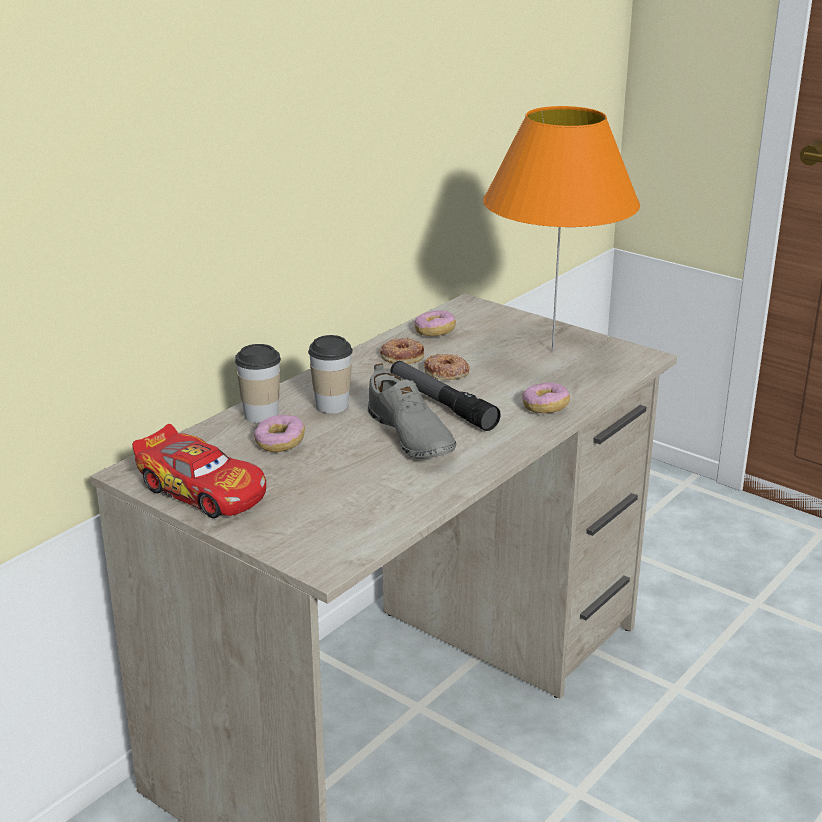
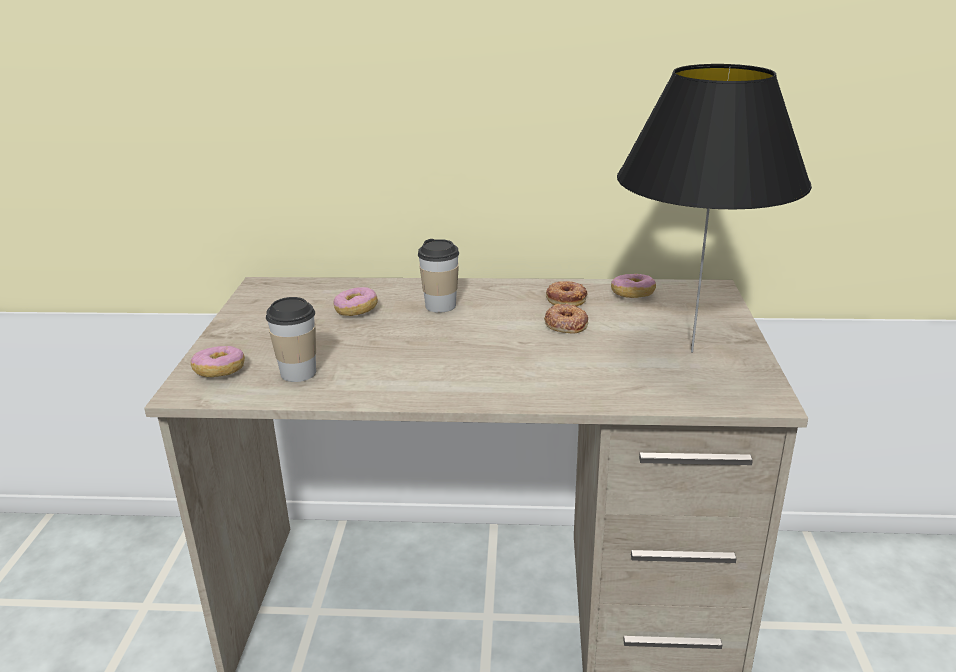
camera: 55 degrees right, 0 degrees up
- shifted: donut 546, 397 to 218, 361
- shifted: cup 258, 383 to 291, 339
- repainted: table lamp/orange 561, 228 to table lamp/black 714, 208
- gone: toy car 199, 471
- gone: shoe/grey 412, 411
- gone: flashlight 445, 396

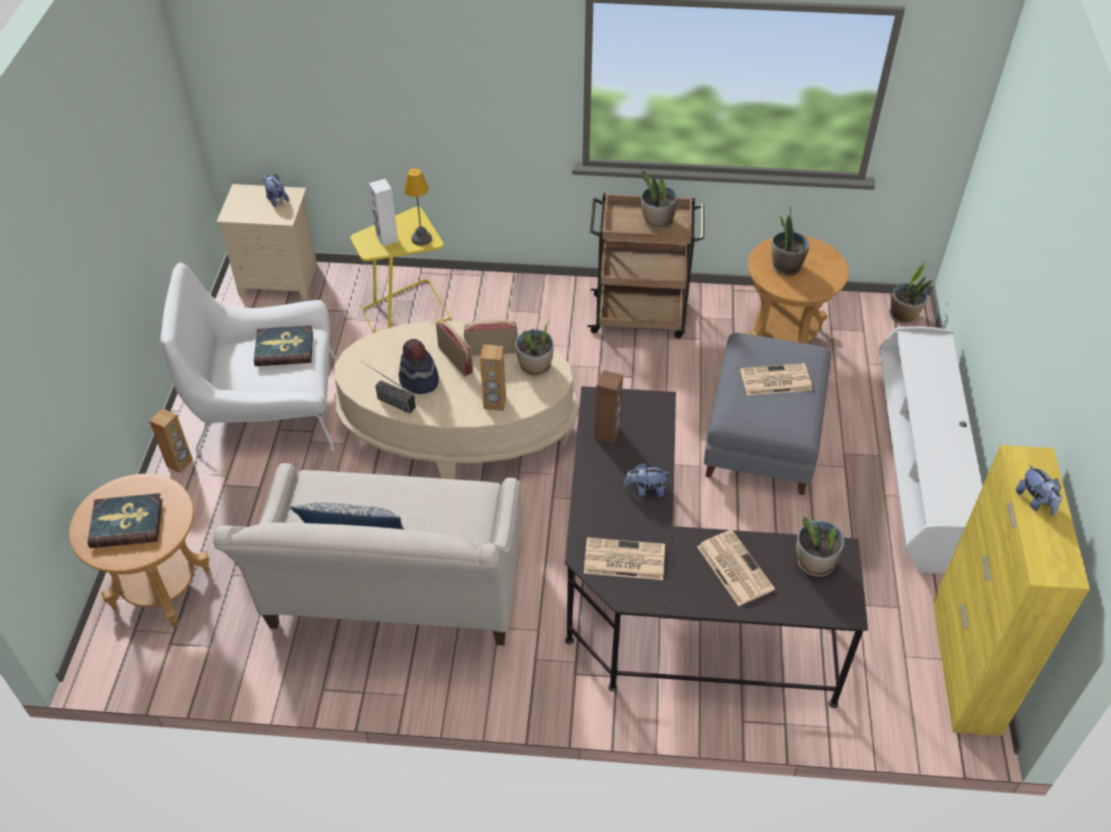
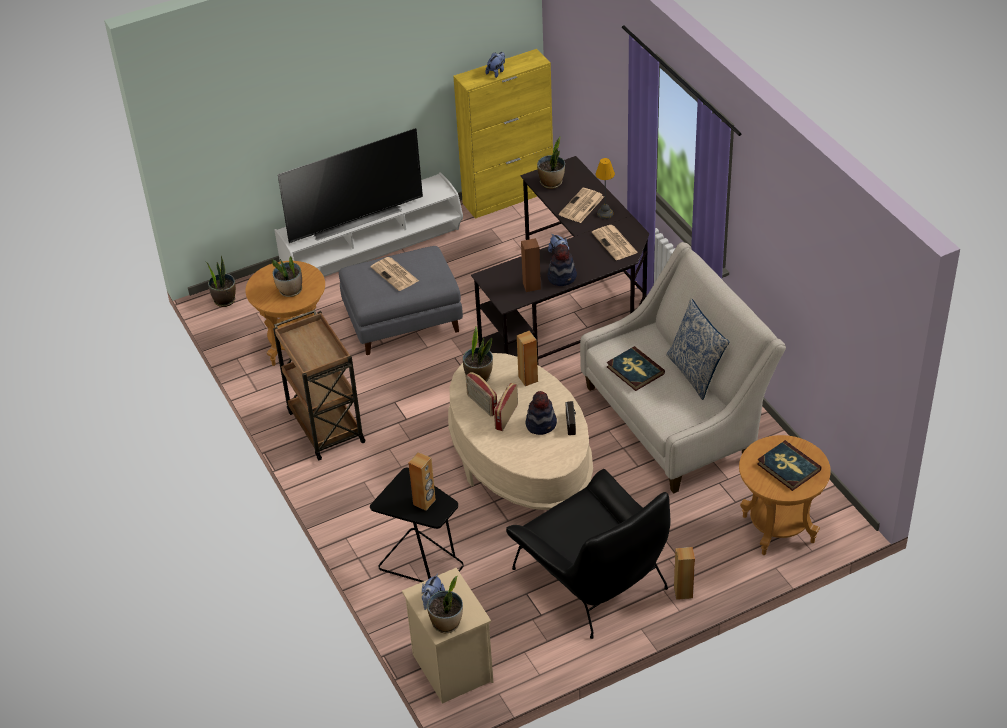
camera: 120 degrees left, 5 degrees down
- new: television 350, 185
- repainted: side table/yellow 400, 269 to side table/black 417, 525
- repainted: speaker/white 383, 212 to speaker/brown 422, 481
- shifted: potted plant 659, 200 to 445, 604
- repainted: armchair/white 248, 359 to armchair/black 588, 554
- new: hat 562, 265
- shifted: table lamp 418, 207 to 605, 188
- shifted: book 283, 345 to 635, 368

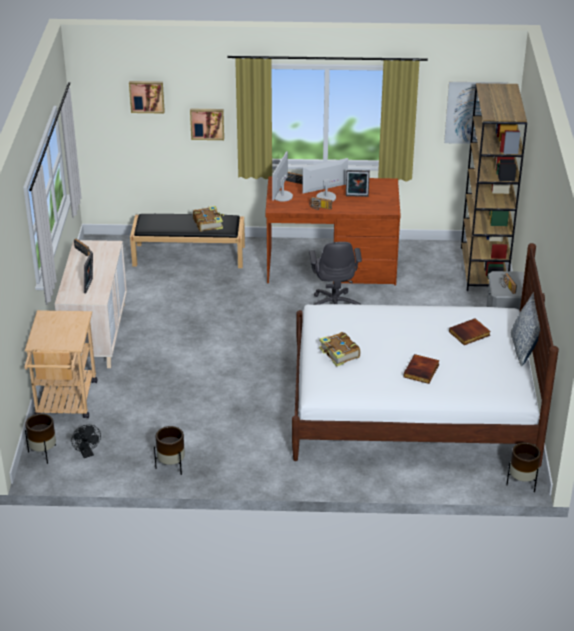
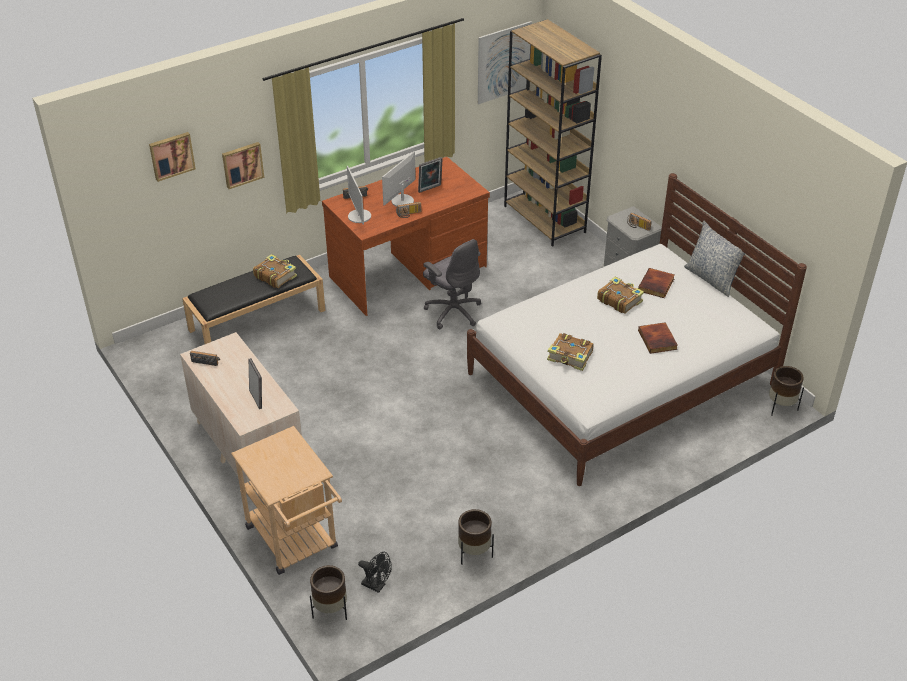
camera: 35 degrees left, 5 degrees up
- new: book 620, 295

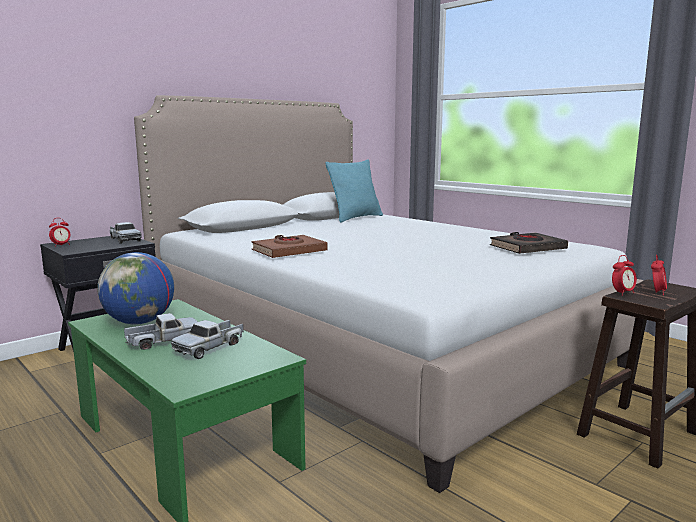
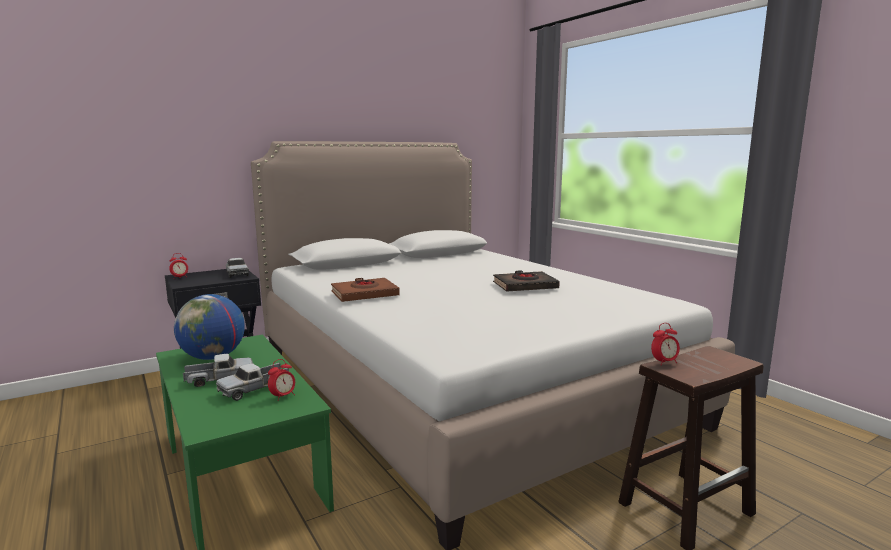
camera: 10 degrees right, 0 degrees up
- shifted: alarm clock 659, 275 to 281, 380
- shifted: book/black 529, 243 to 526, 281
- gone: pillow/turquoise 354, 191

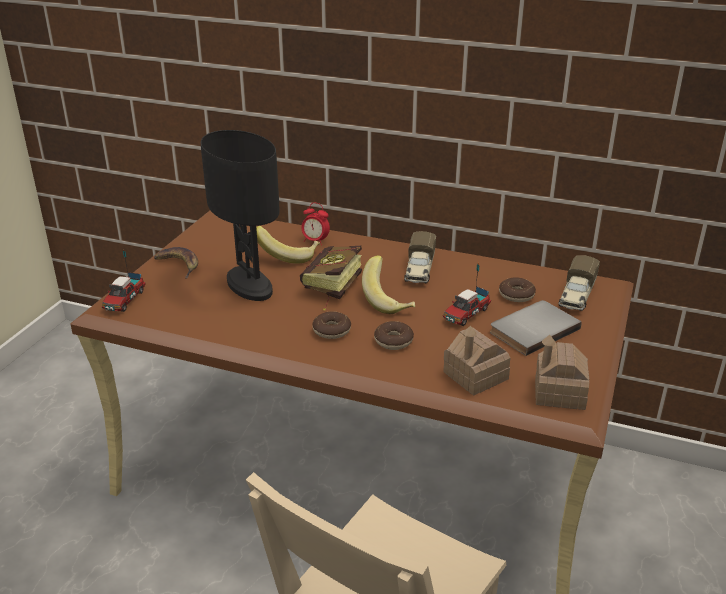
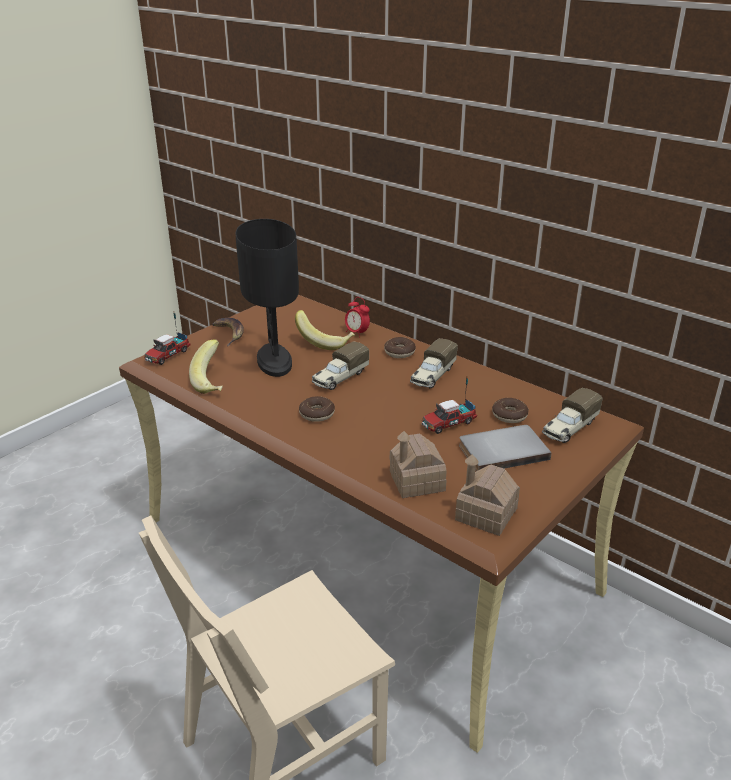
camera: 20 degrees right, 0 degrees up
- shifted: banana 388, 284 to 206, 366
- swapped: book 331, 278 to toy truck 340, 365
- shifted: donut 394, 335 to 400, 347

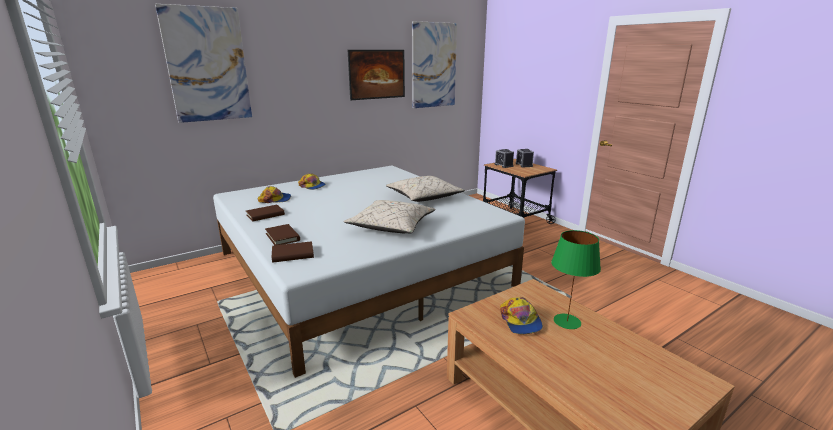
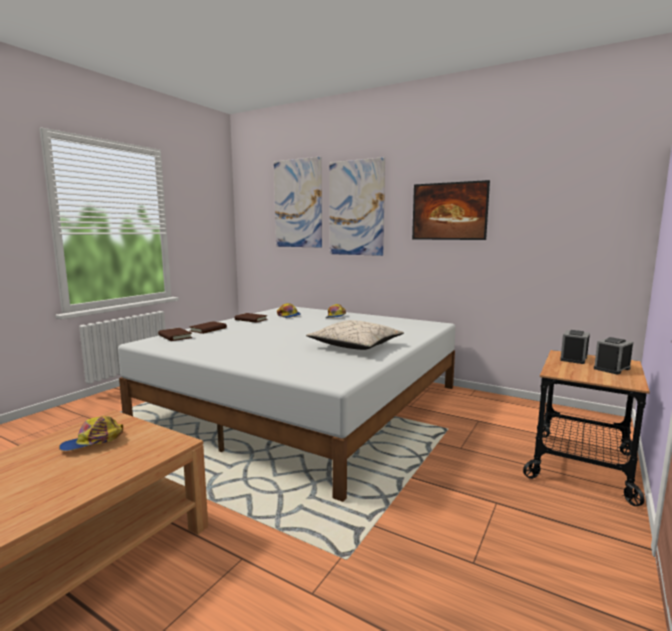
camera: 65 degrees right, 10 degrees down
- shifted: picture 434, 64 to 357, 206
- gone: pillow/beige 390, 216
- gone: table lamp/green 576, 279

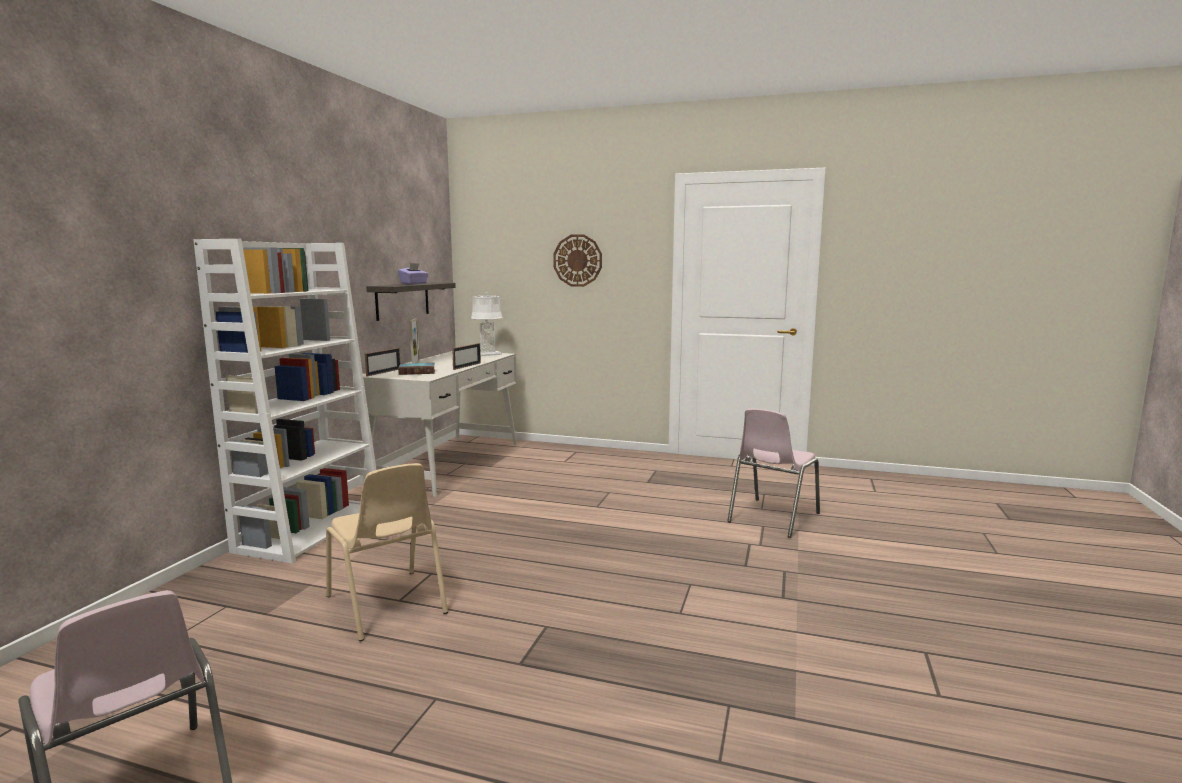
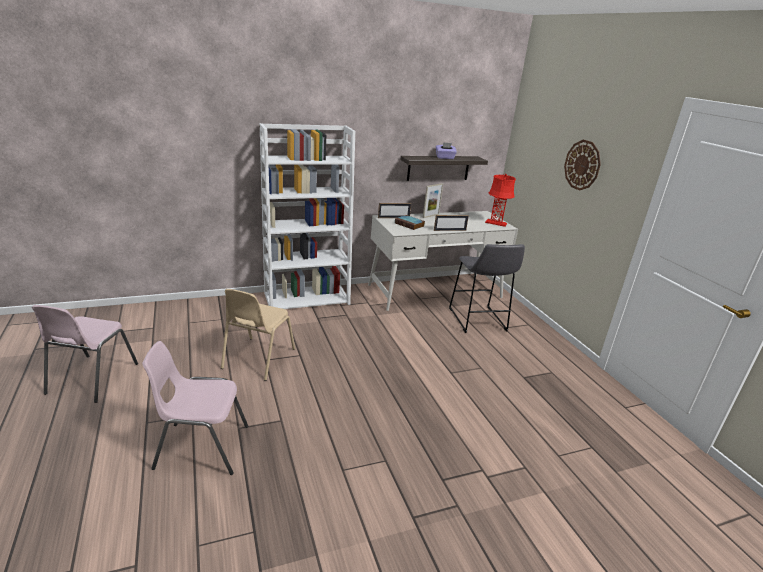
camera: 50 degrees right, 15 degrees up
- shifted: chair/pink 773, 473 to 195, 408
- new: stool/grey 487, 288
- repainted: table lamp/white 487, 324 to table lamp/red 500, 200

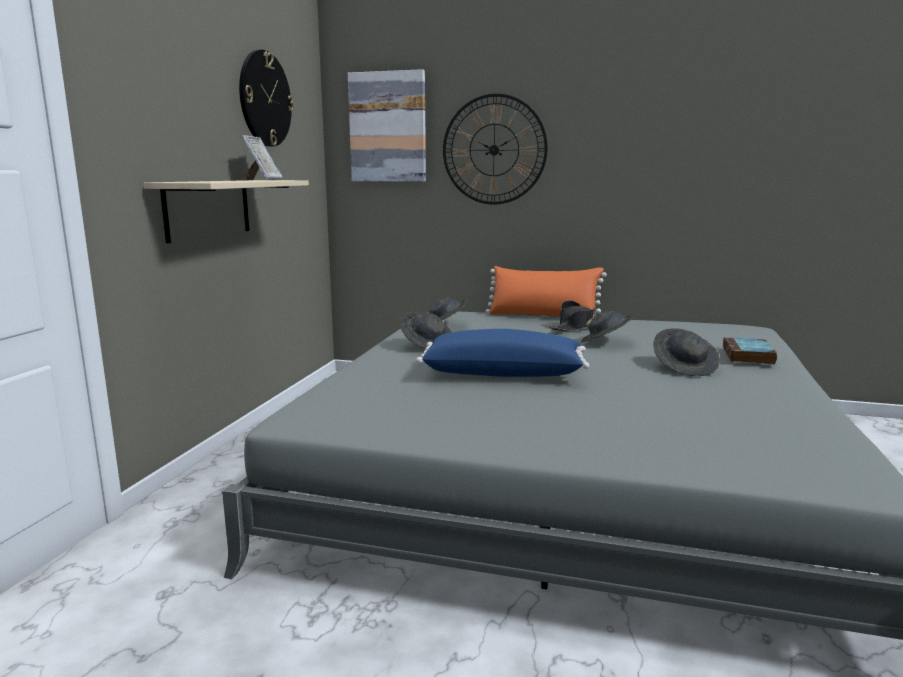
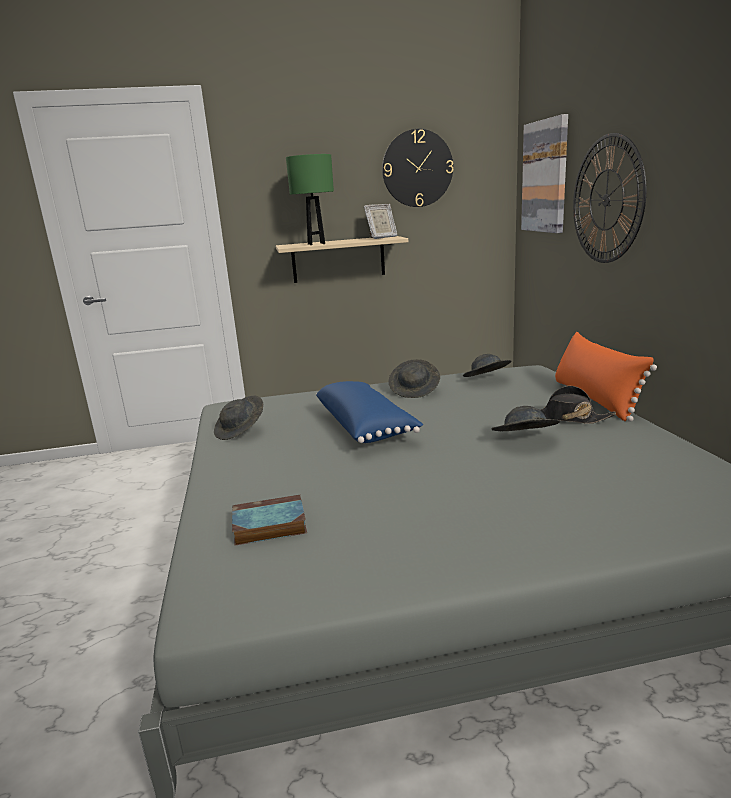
camera: 65 degrees right, 5 degrees up
- shifted: hat/grey 686, 352 to 238, 418
- shifted: book 750, 351 to 269, 520
- new: table lamp/green 310, 199

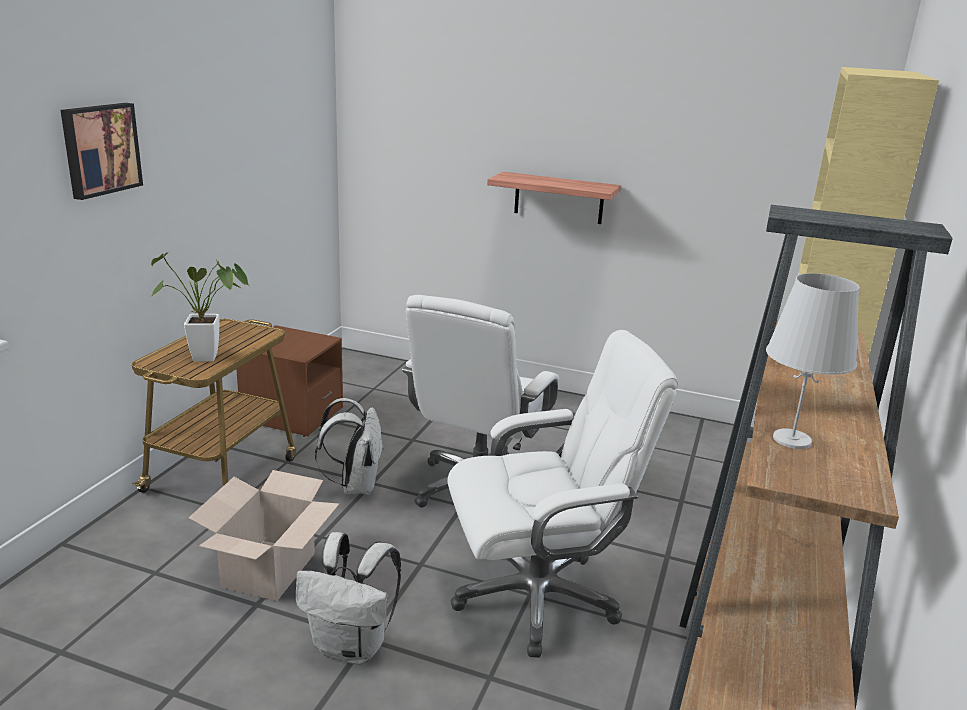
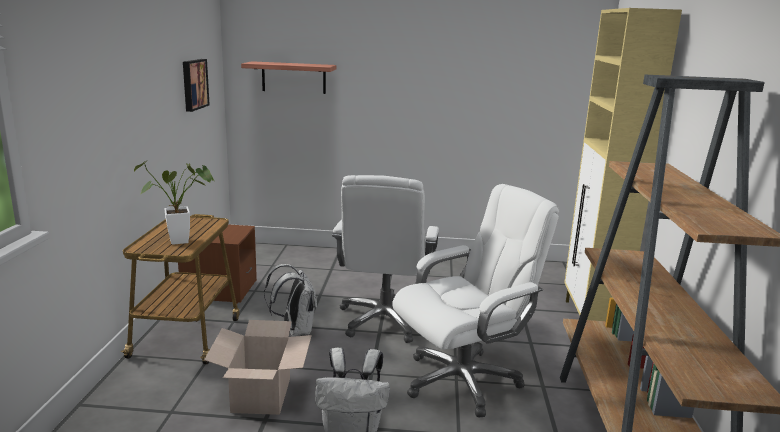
camera: 15 degrees left, 5 degrees down
- shifted: picture 101, 151 to 196, 85
- shifted: shelf 554, 198 to 288, 77
- gone: table lamp/white 813, 361

